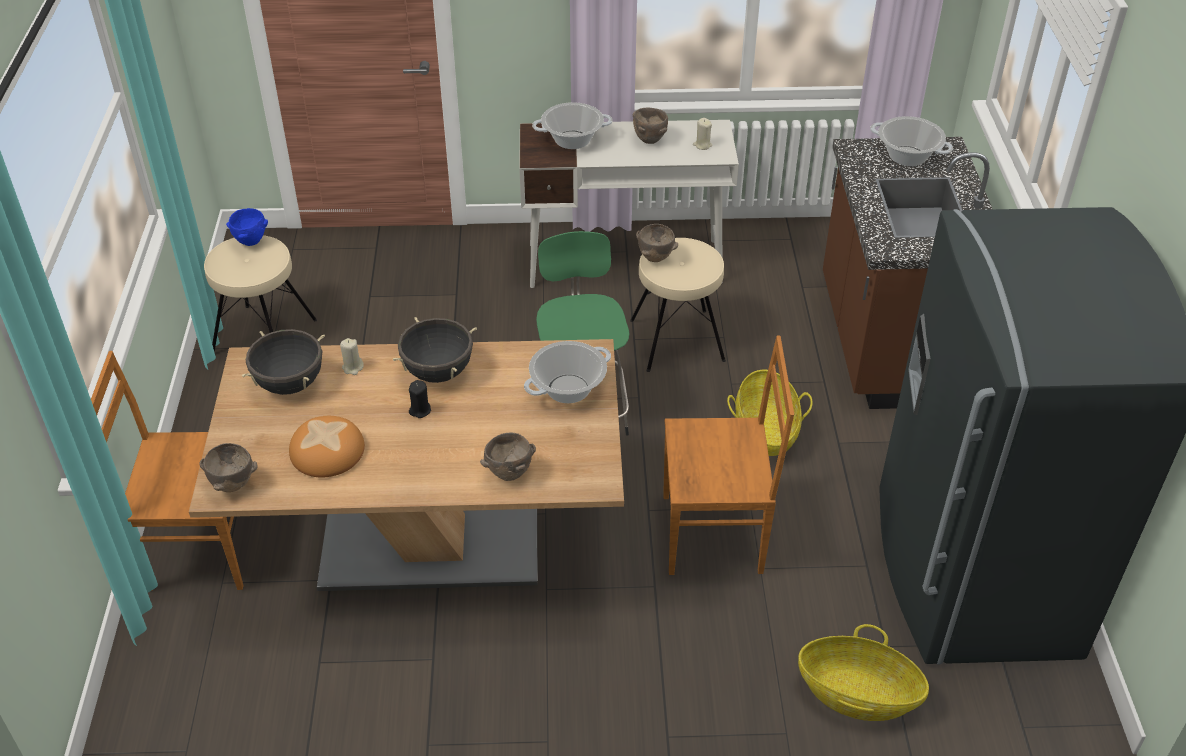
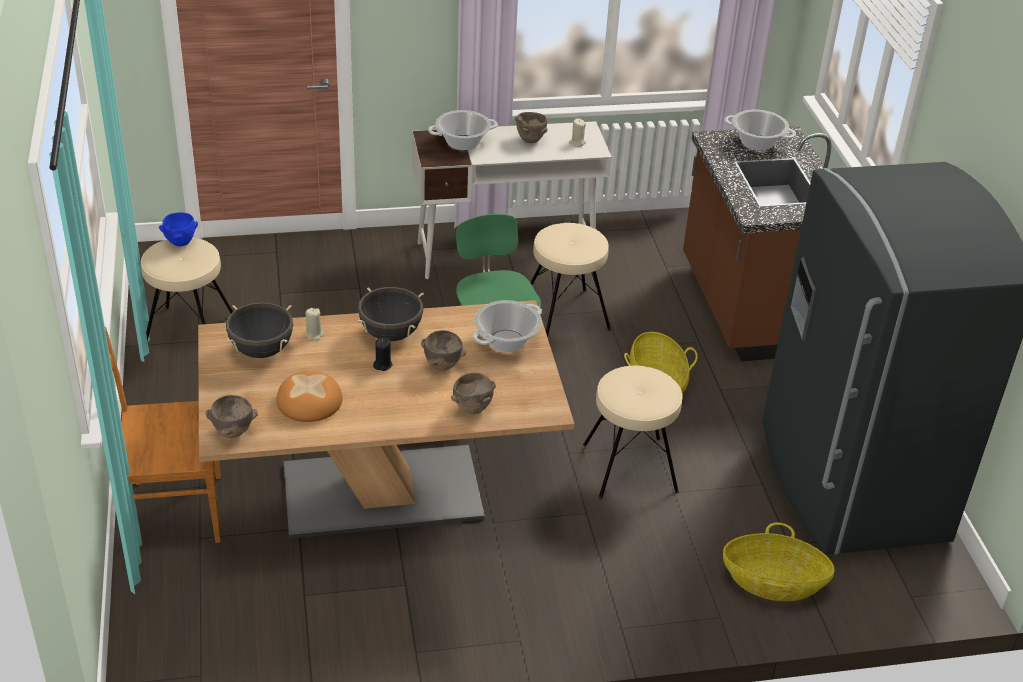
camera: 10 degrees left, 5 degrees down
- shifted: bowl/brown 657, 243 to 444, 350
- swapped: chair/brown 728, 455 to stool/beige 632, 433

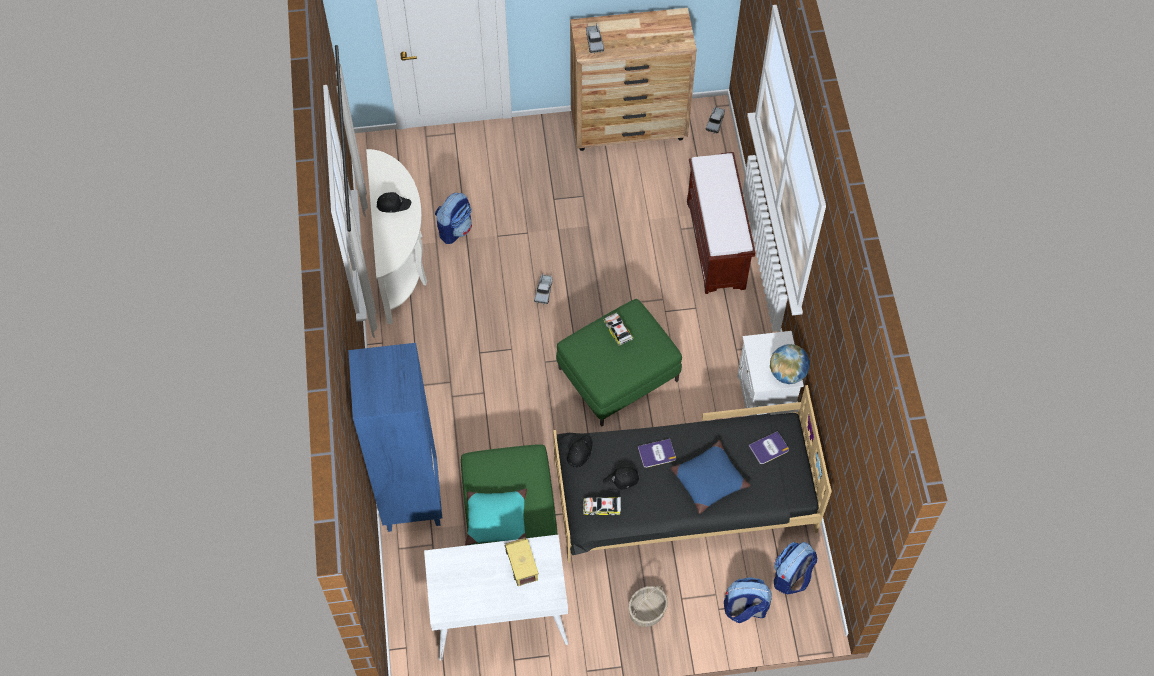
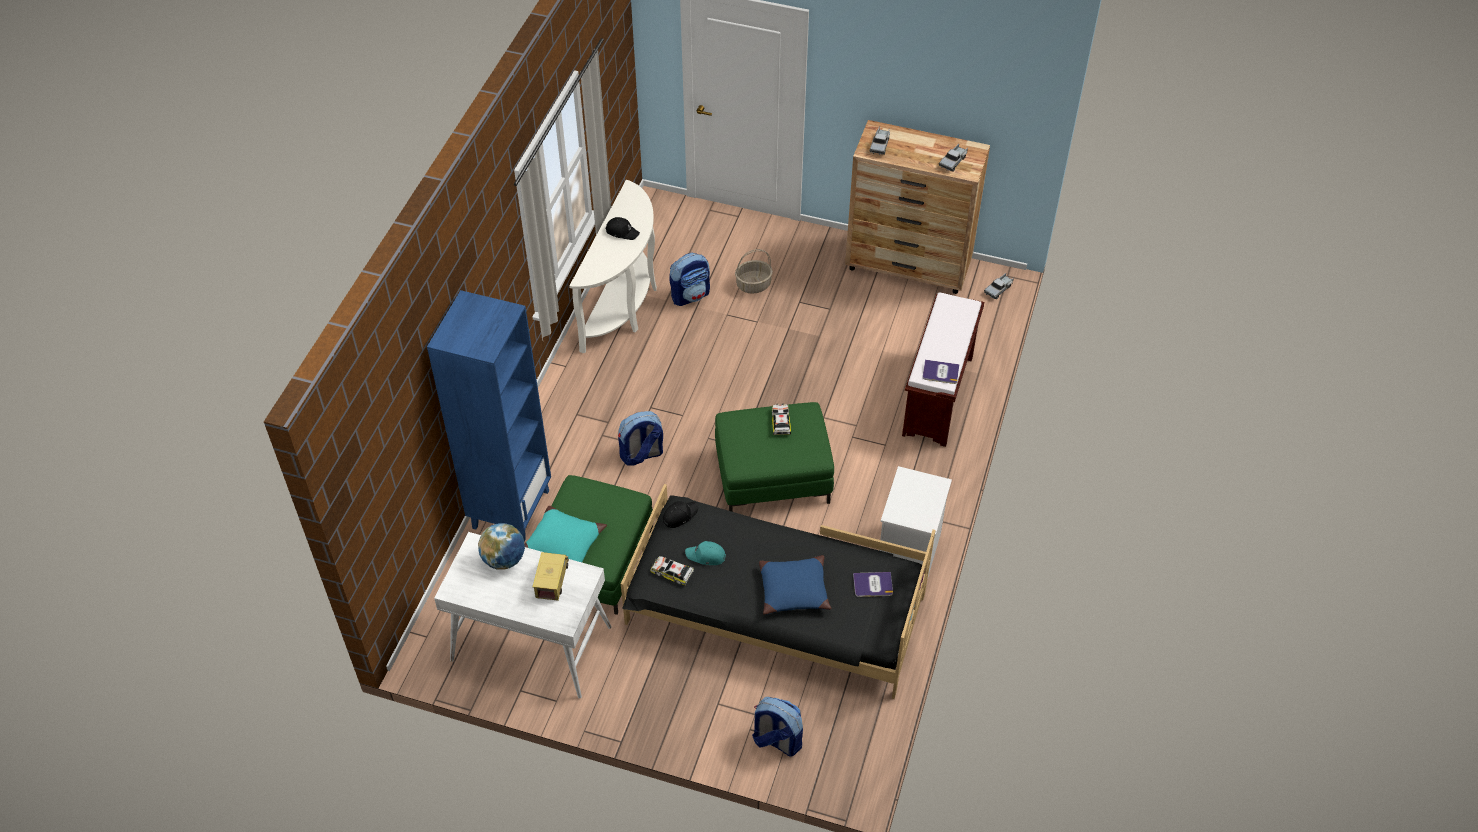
camera: 25 degrees right, 10 degrees down
- shifted: globe 790, 364 to 501, 546
- shifted: backpack 795, 568 to 640, 438
- repainted: cap/black 621, 478 to cap/turquoise 705, 553
- shifted: basket 648, 606 to 754, 271
- shifted: book 657, 453 to 941, 372
- shifted: toy truck 543, 288 to 953, 158

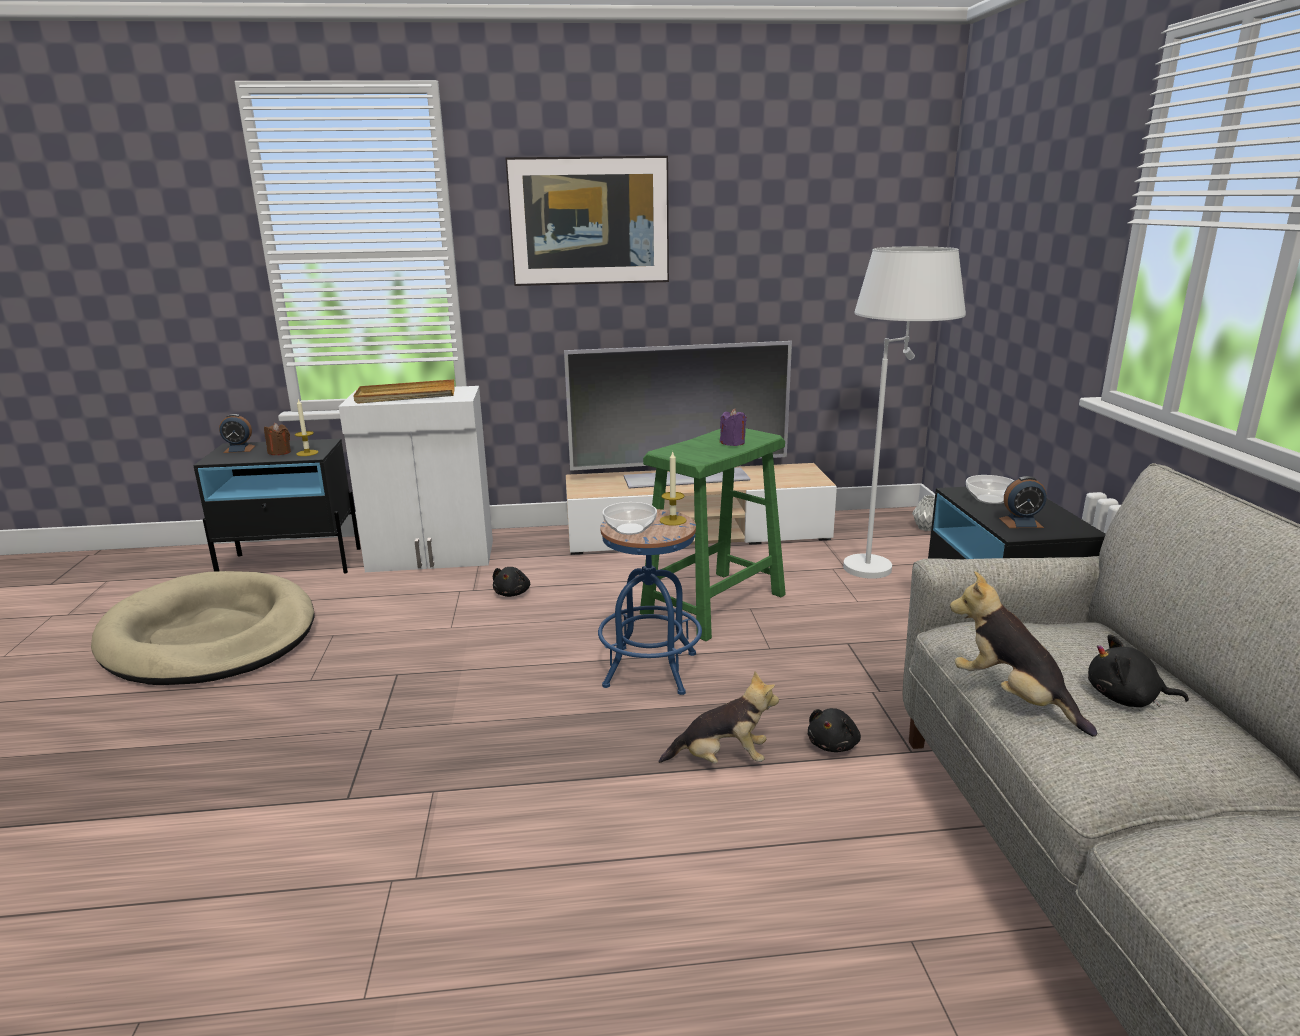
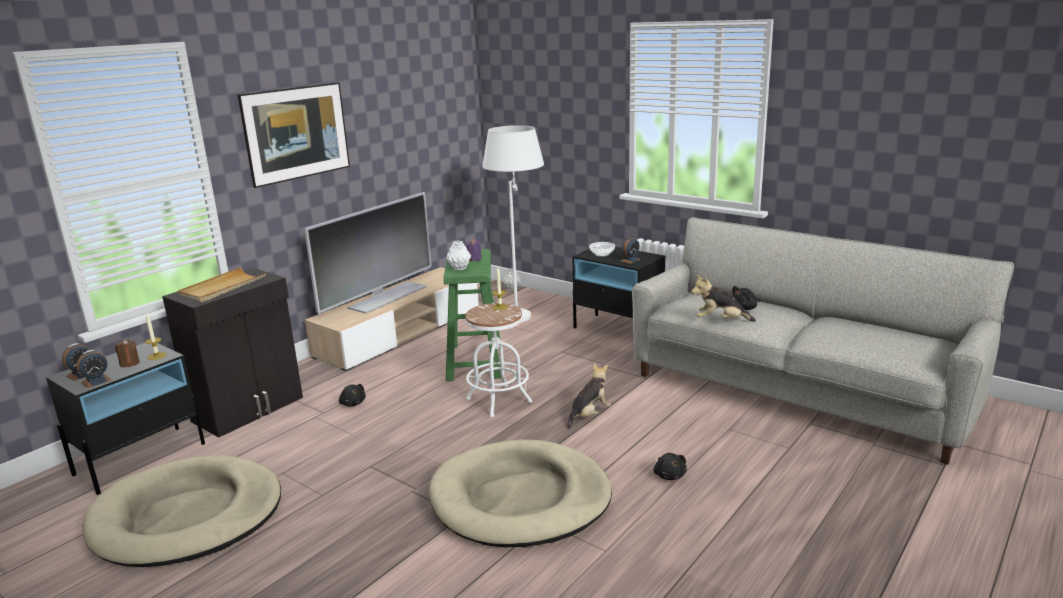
camera: 45 degrees left, 0 degrees up
- new: alarm clock 94, 369
- repainted: cabinet/white 416, 479 to cabinet/black 232, 352
- new: dog bed/beige 520, 493
- new: vase/white 459, 255
- repainted: stool/blue 650, 602 to stool/white 498, 360
- shifted: plush toy/black 834, 730 to 670, 466
- gone: bowl 629, 518

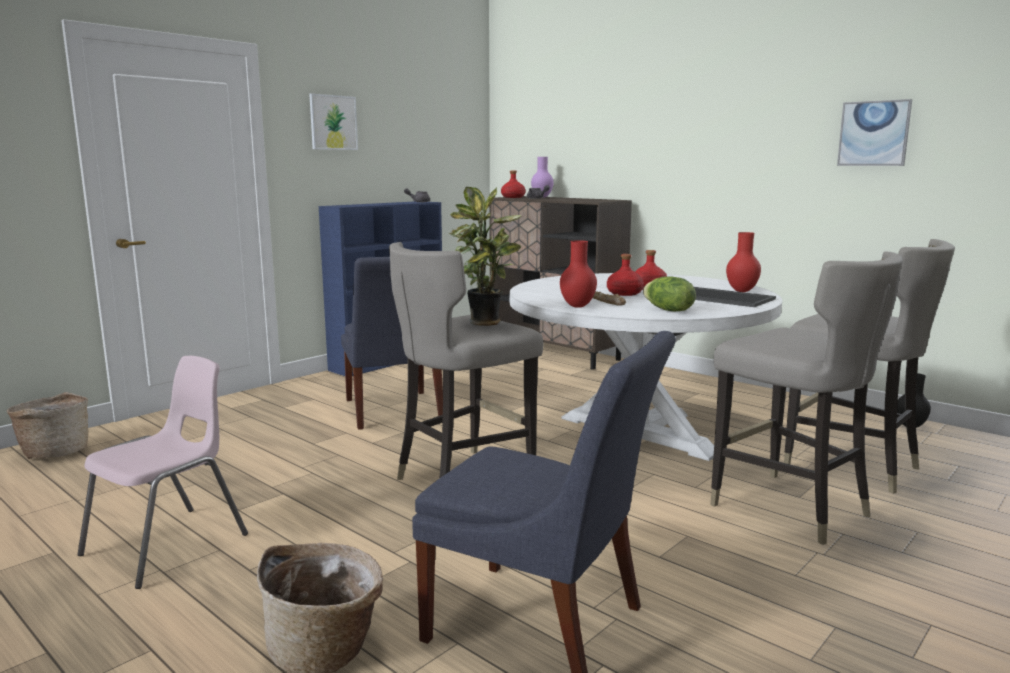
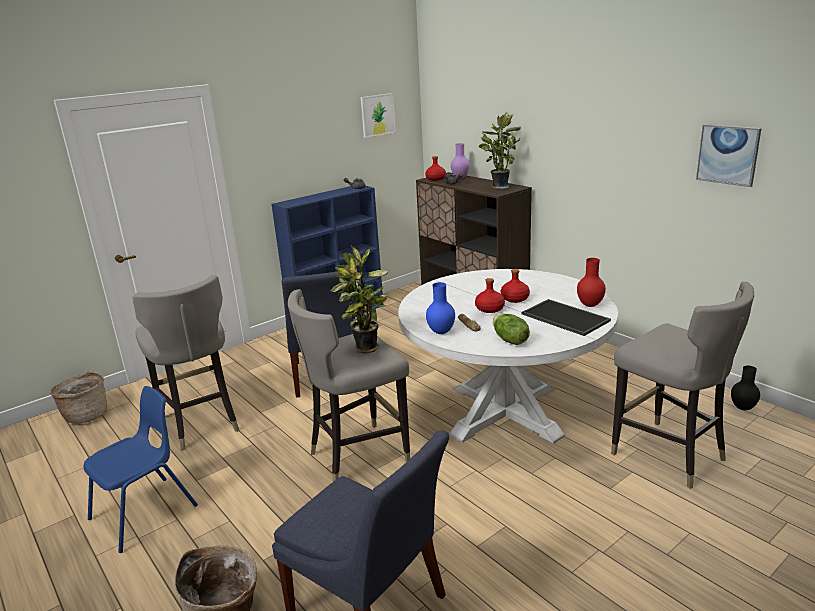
camera: 10 degrees right, 10 degrees up
- repainted: chair/pink 162, 472 to chair/blue 141, 469
- shifted: stool/grey 806, 398 to 186, 362
- shifted: picture 333, 121 to 378, 115
- repainted: vase/red 578, 274 to vase/blue 440, 308
- new: potted plant 499, 150

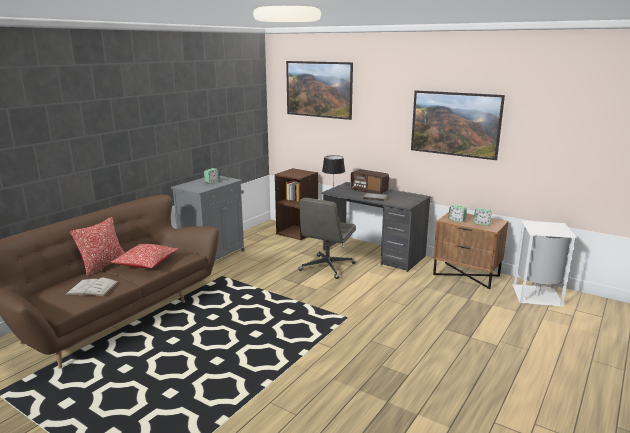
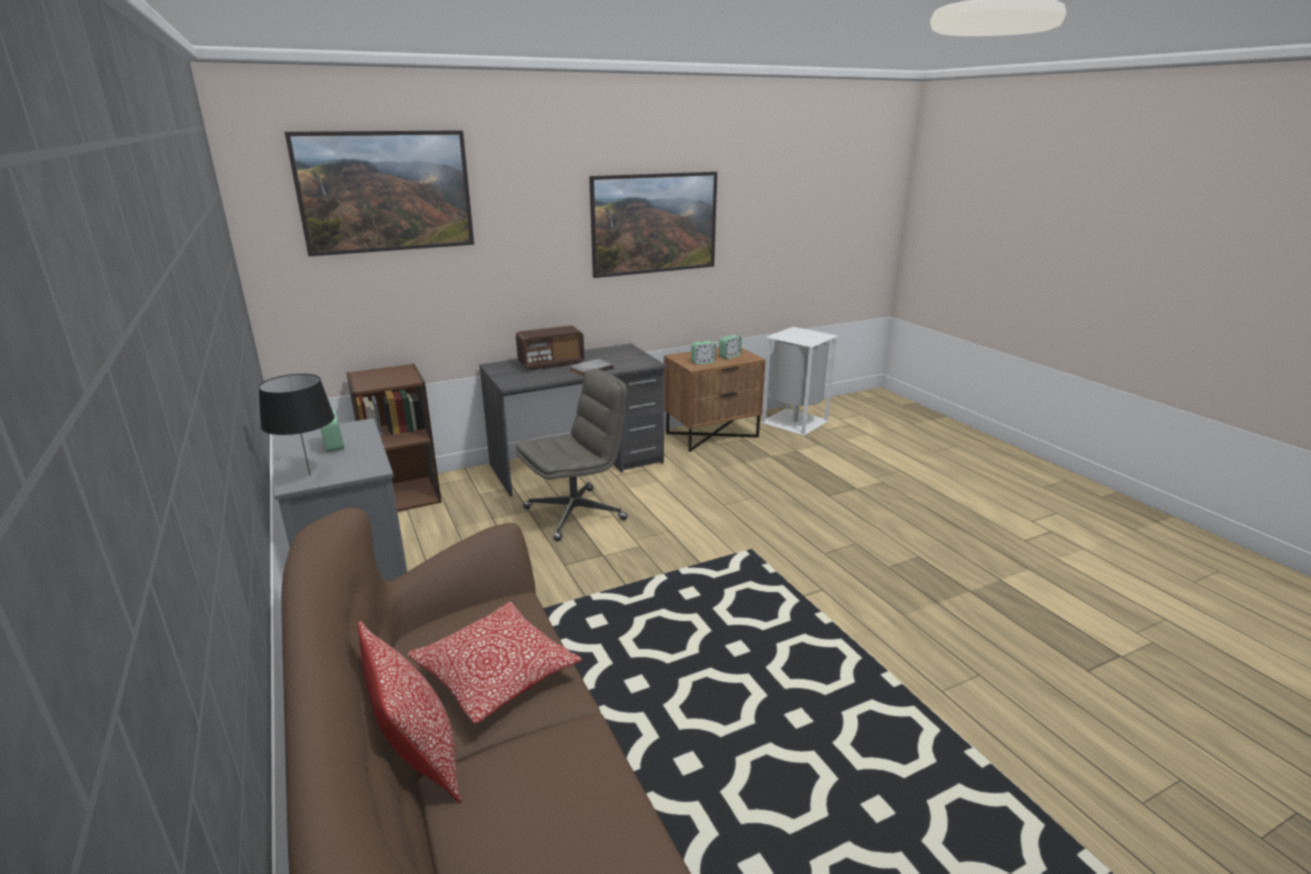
camera: 60 degrees left, 5 degrees up
- shifted: table lamp/black 333, 173 to 296, 425
- rotated: office chair/grey 327, 238 = 572, 455 90 degrees counterclockwise
- gone: book/white 91, 287

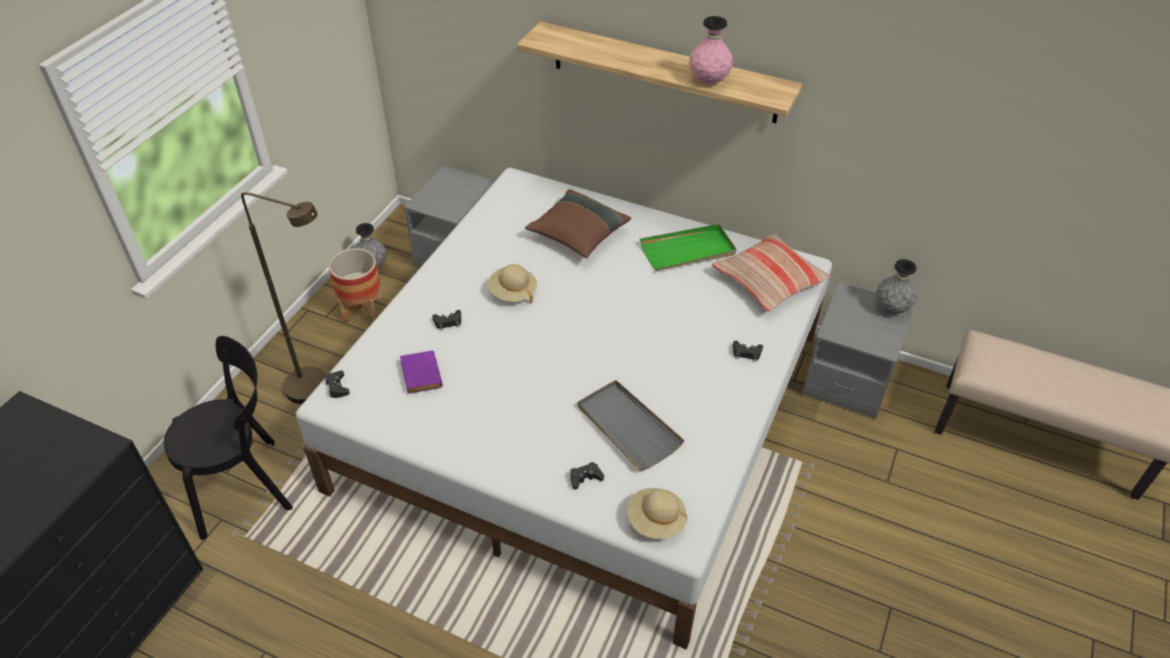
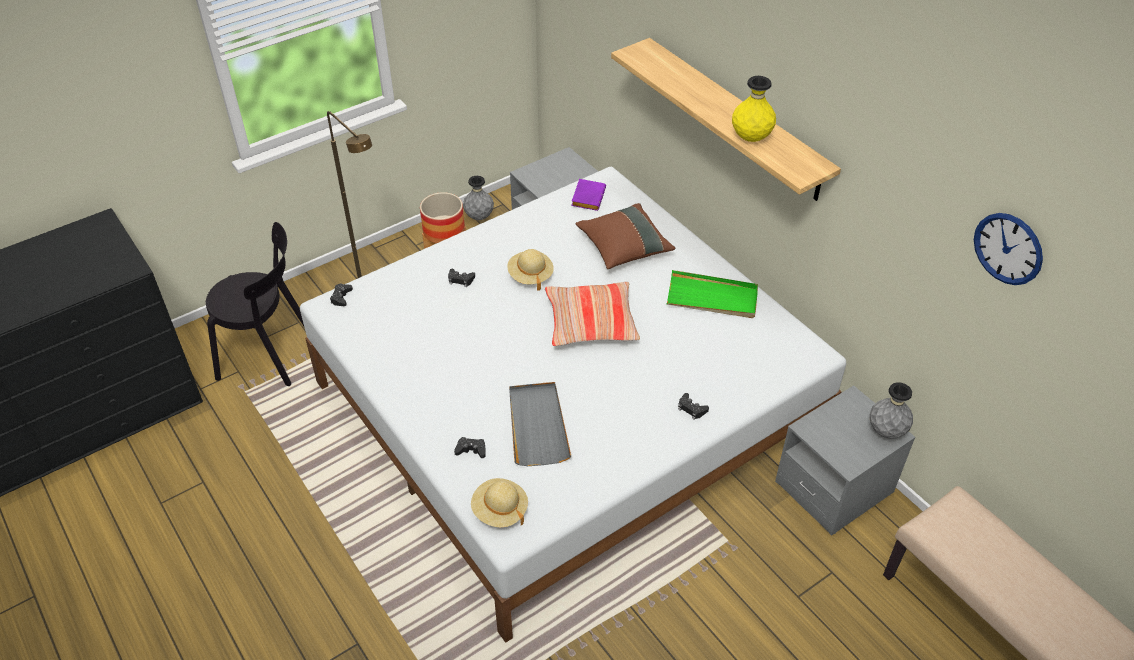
camera: 30 degrees right, 0 degrees up
- shifted: pillow 771, 272 to 592, 314
- shifted: book/purple 421, 372 to 588, 195
- repainted: vase/pink 711, 50 to vase/yellow 754, 109
- new: wall clock 1008, 249

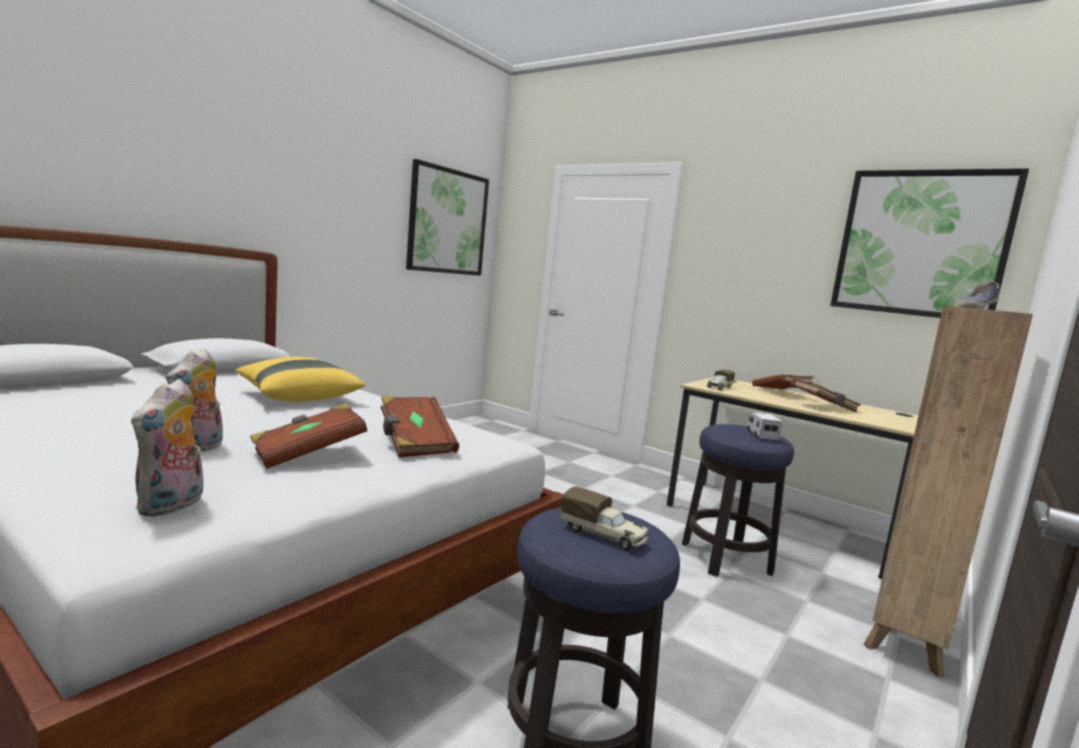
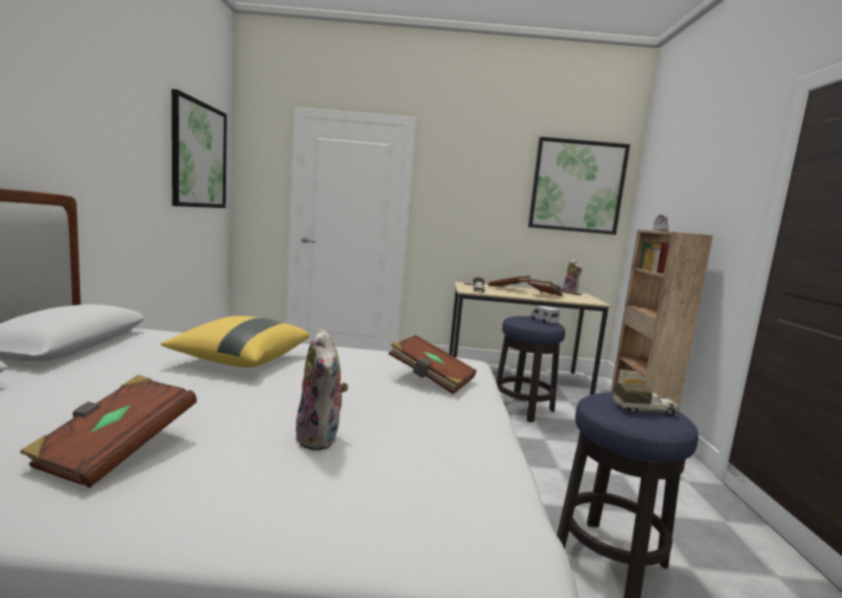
camera: 35 degrees left, 0 degrees up
- shifted: book/brown 308, 435 to 108, 431
- shifted: plush toy 167, 448 to 572, 276

